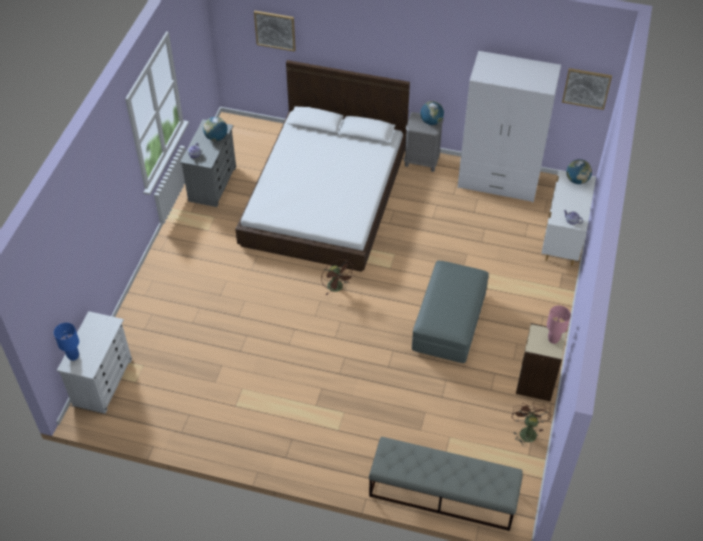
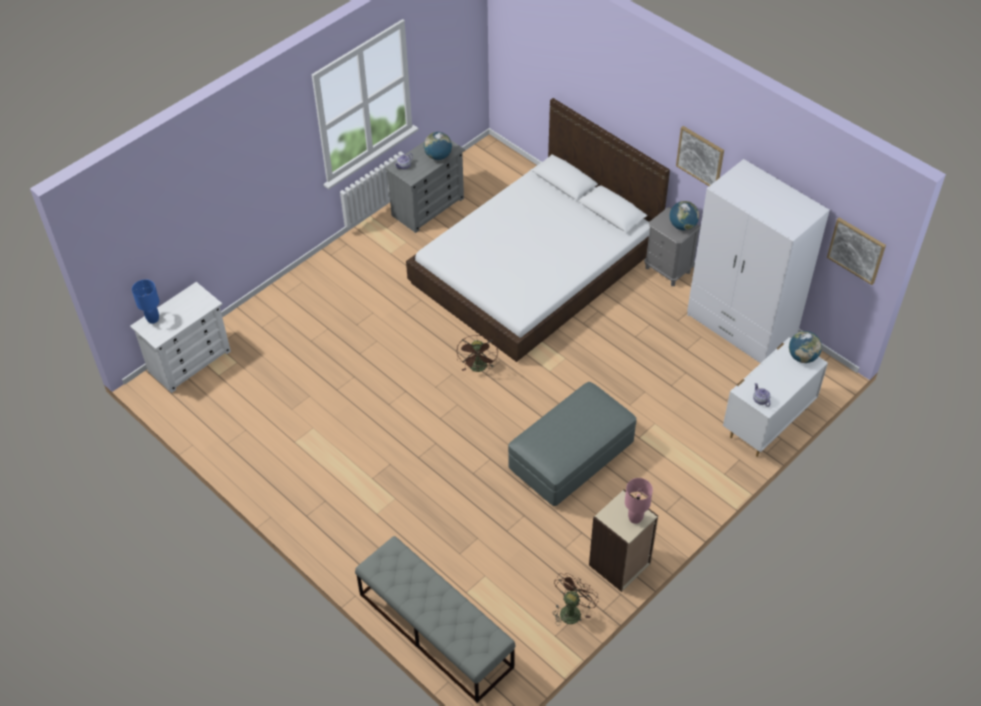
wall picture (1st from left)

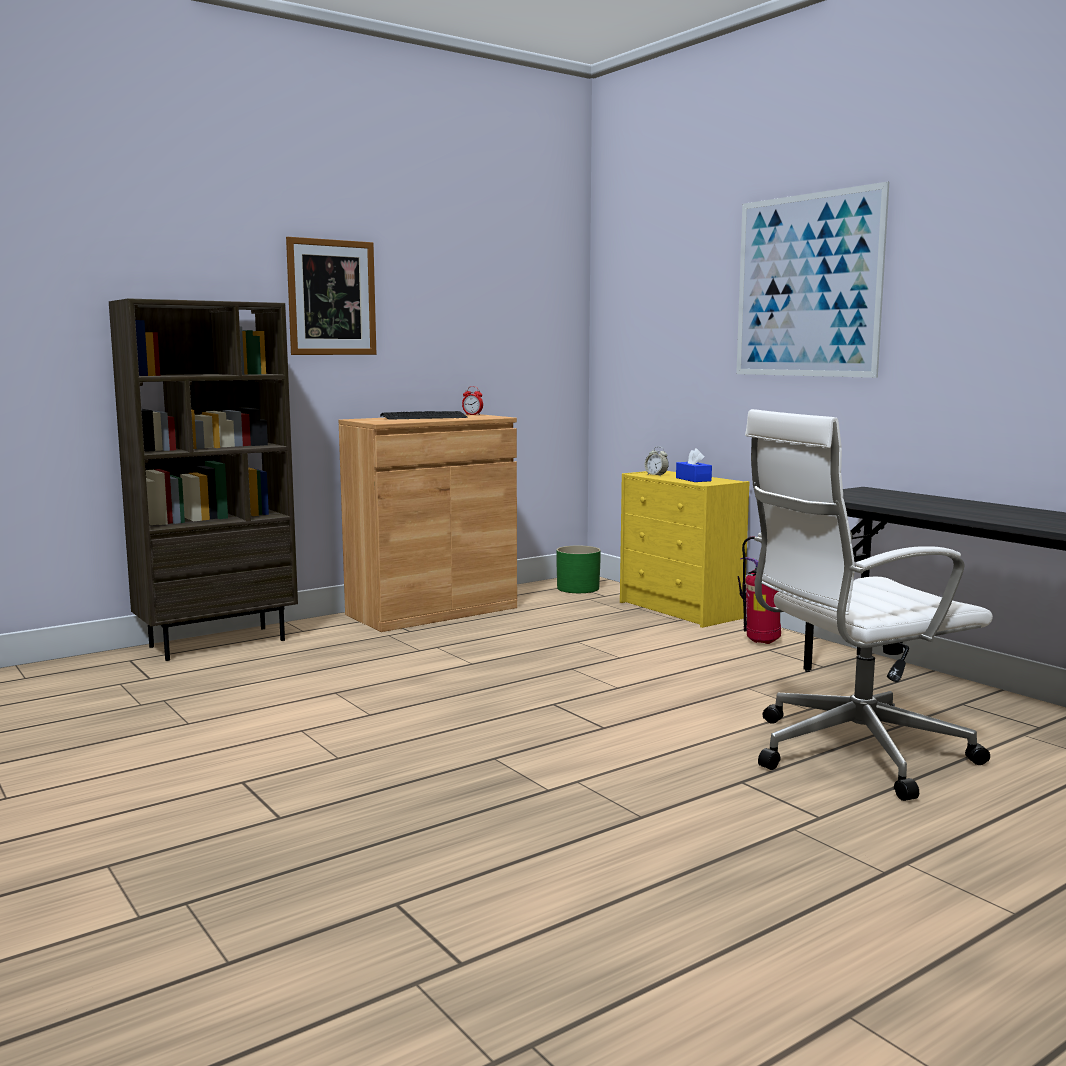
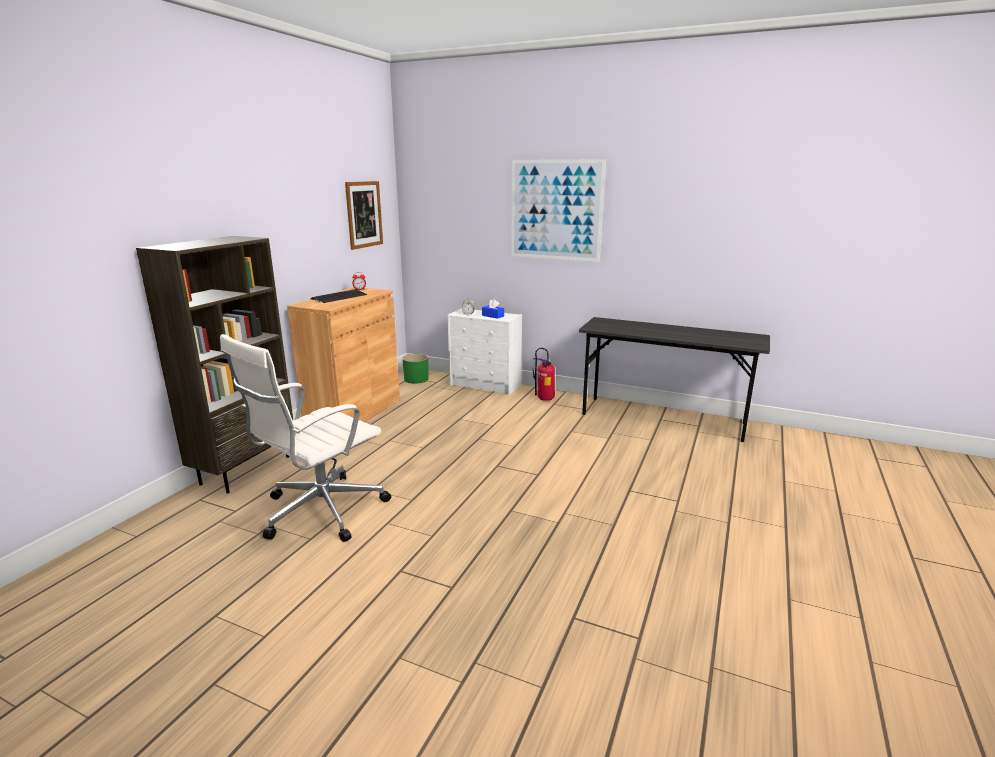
wall picture (1st from left)
white chest of drawers
white computer chair

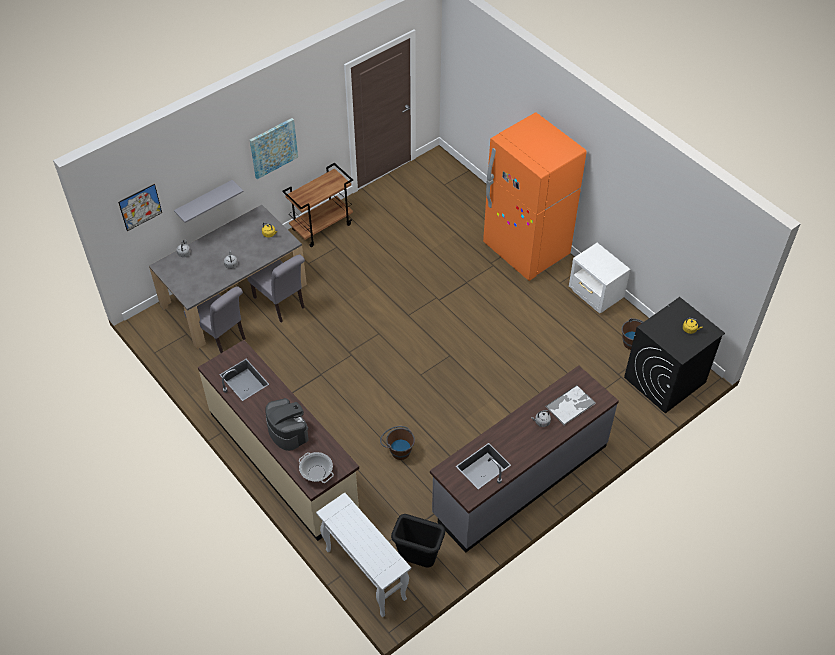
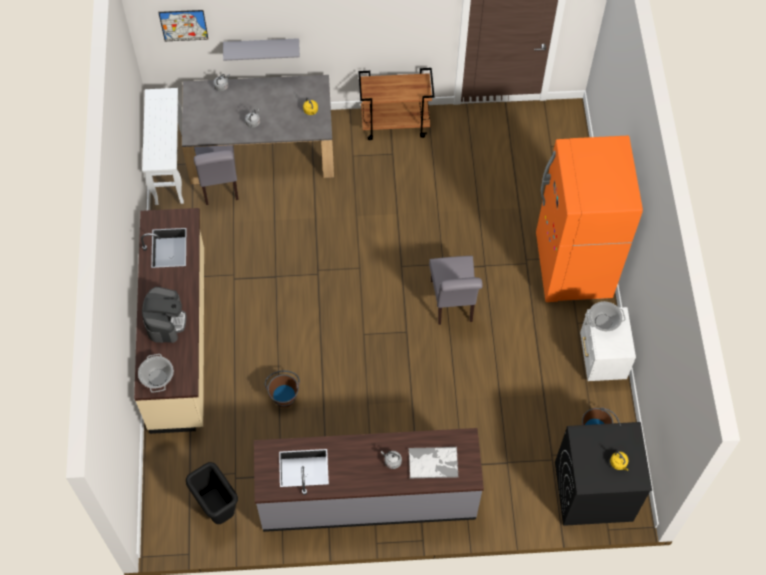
gray upright chair (2nd from left)
wall picture (2nd from left in the first image)
white hall table
cooking pot (2nd from left)

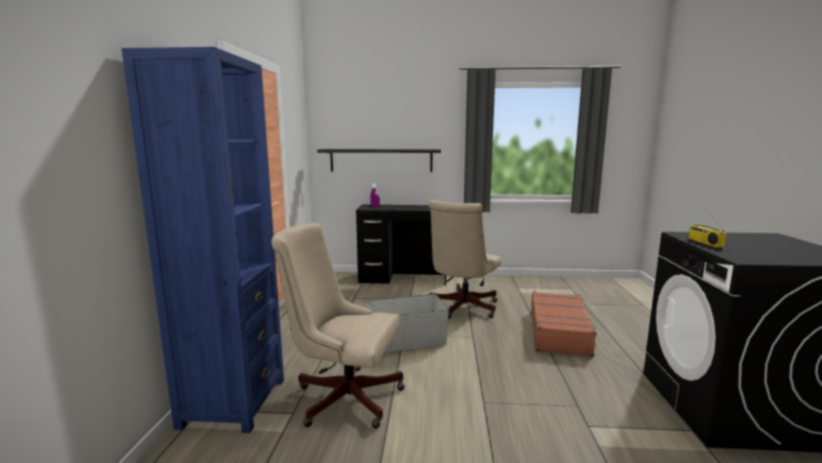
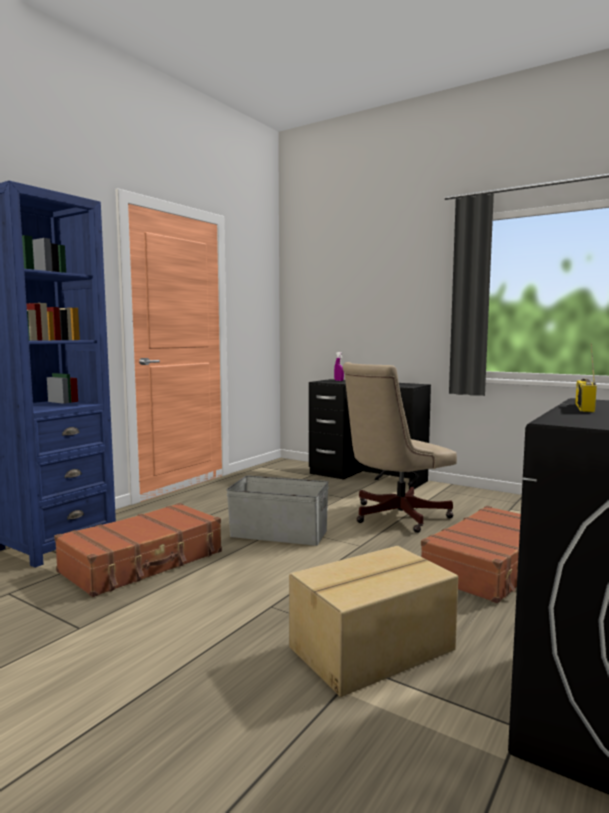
brown piece of luggage (1st from left)
bracket shelf
carton

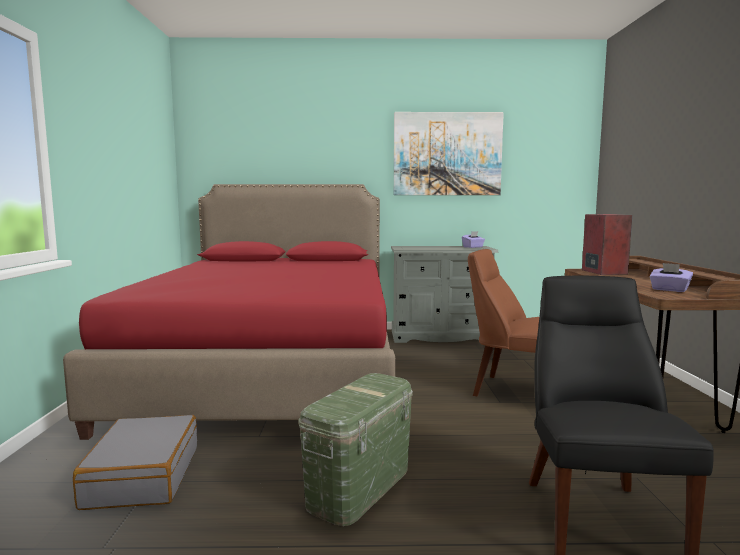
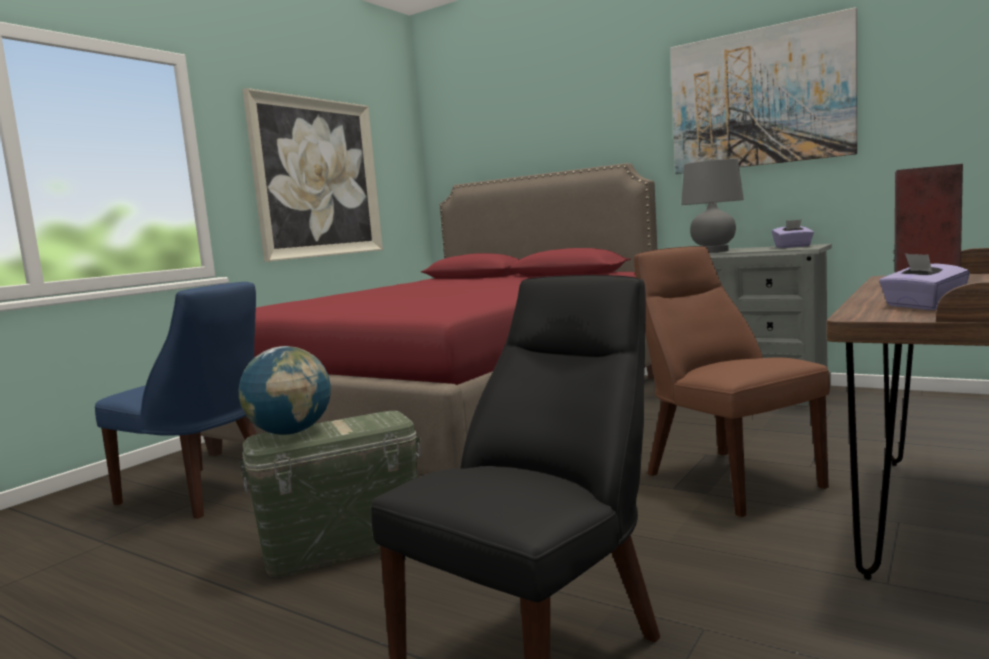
blue upright chair
desk globe
wall picture (1st from left)
gray lamp for a table

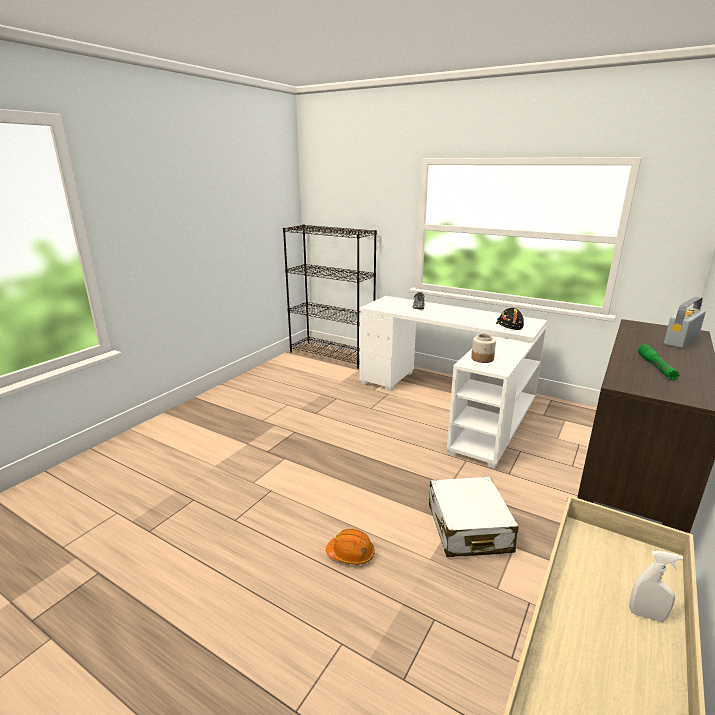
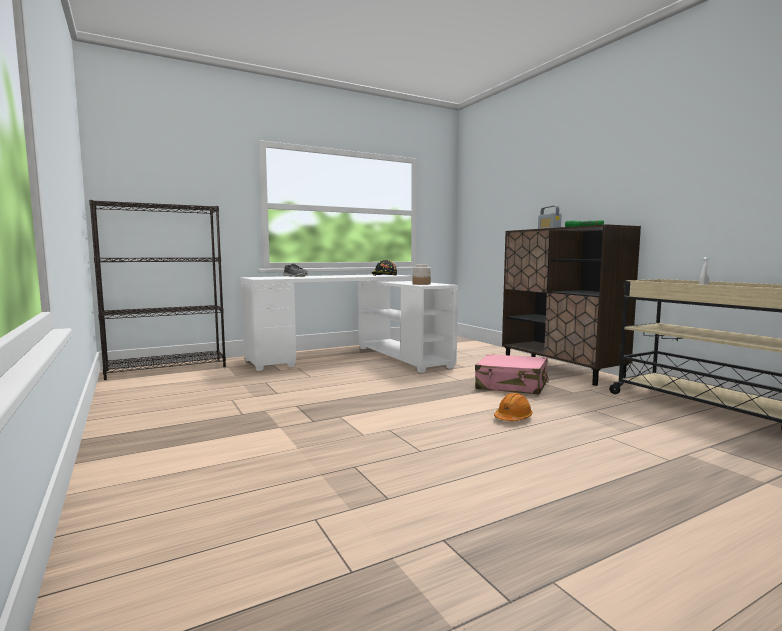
pinkish piece of luggage

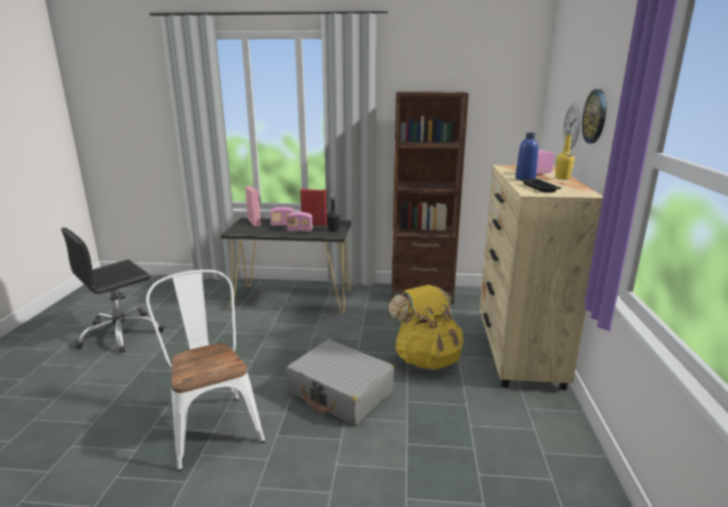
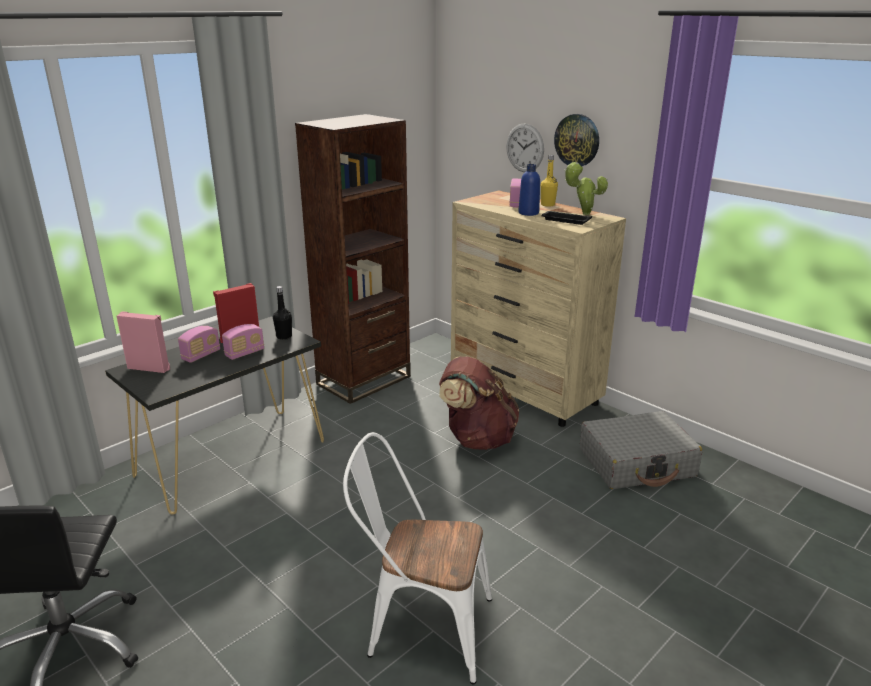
gray piece of luggage
brown backpack
plant in a pot

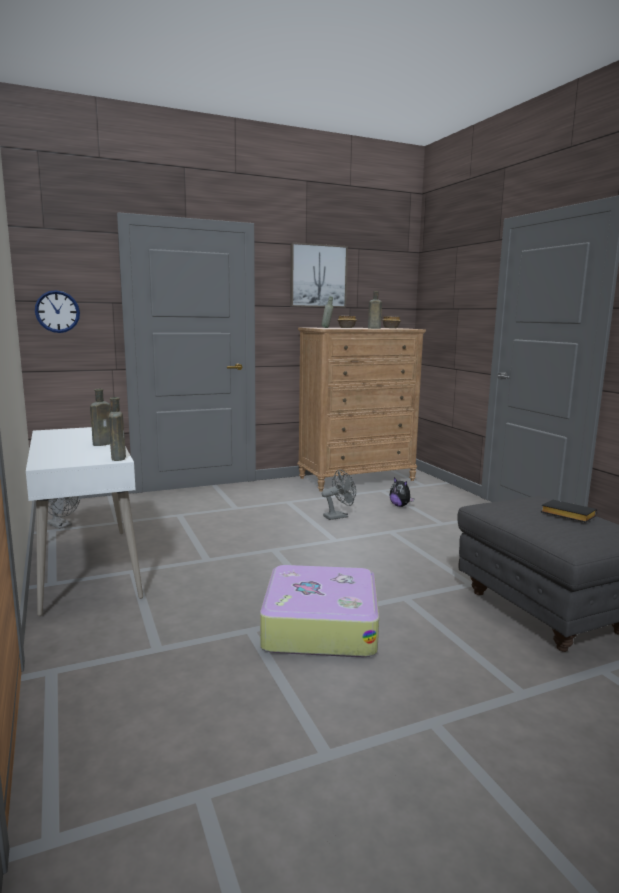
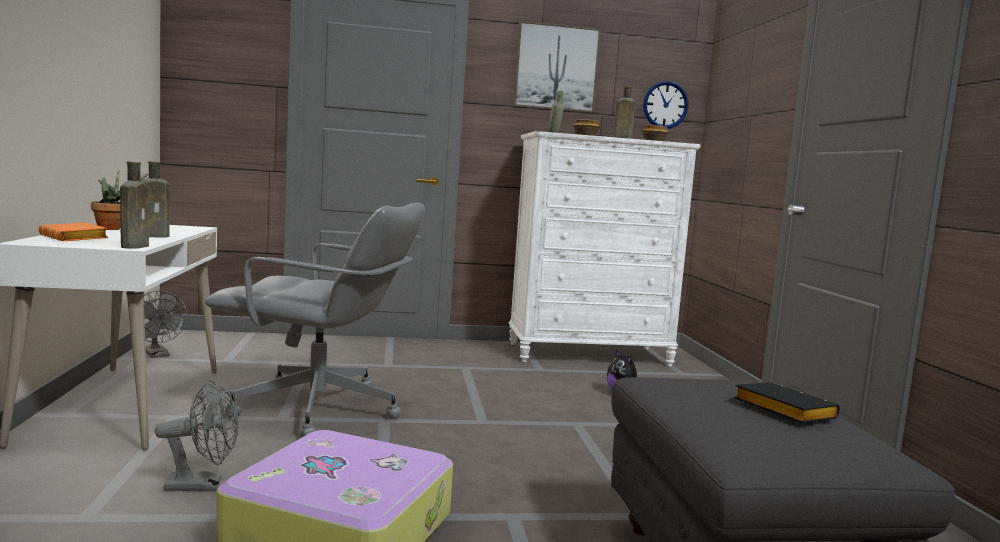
wall clock
white chest of drawers
gray electric fan (2nd from left)
orange book
plant in a pot
gray computer chair

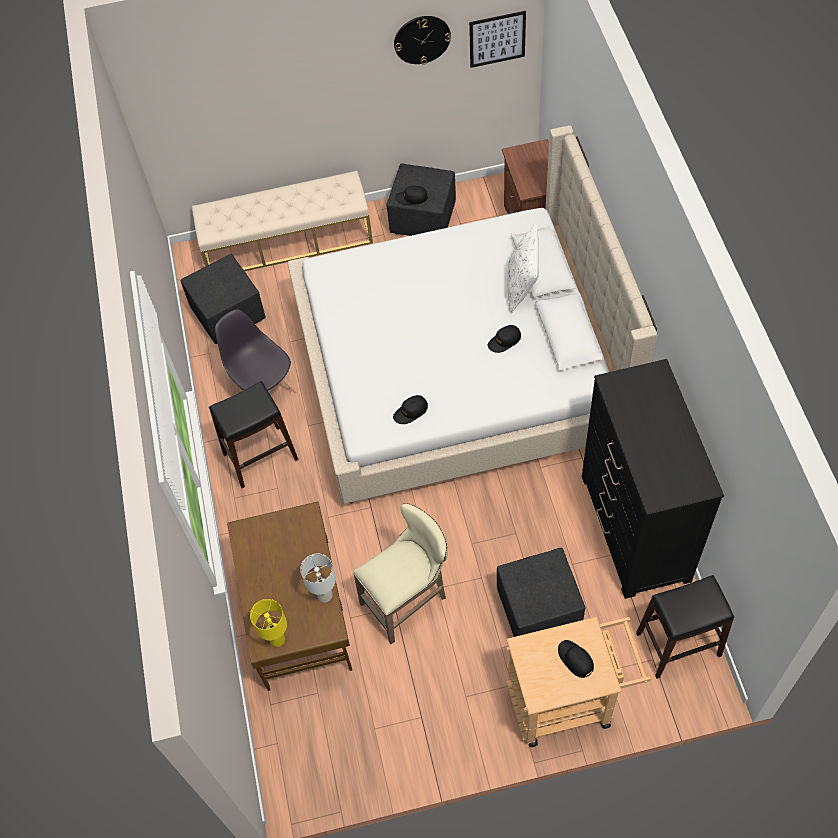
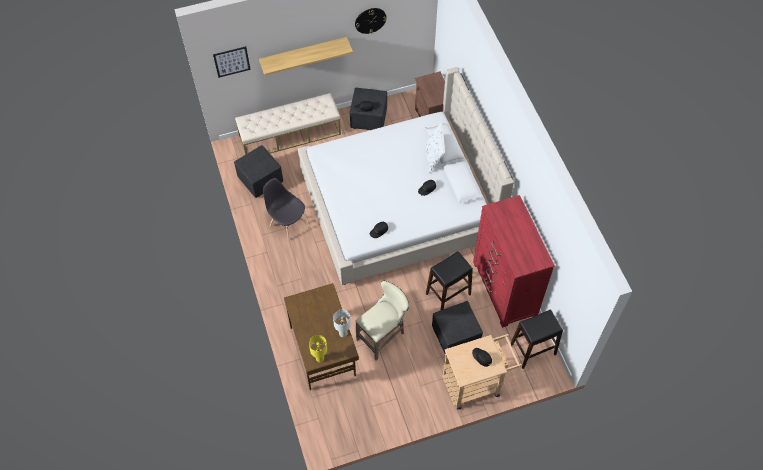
blackish stool (1st from left)
wall picture
red chest of drawers
bracket shelf

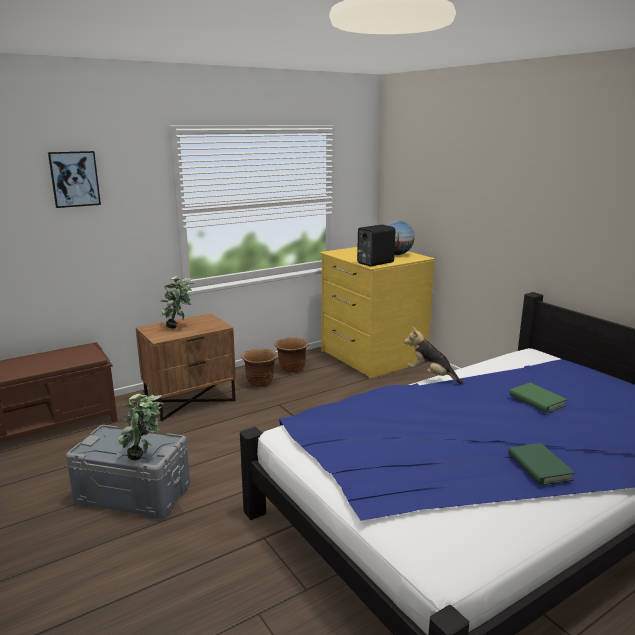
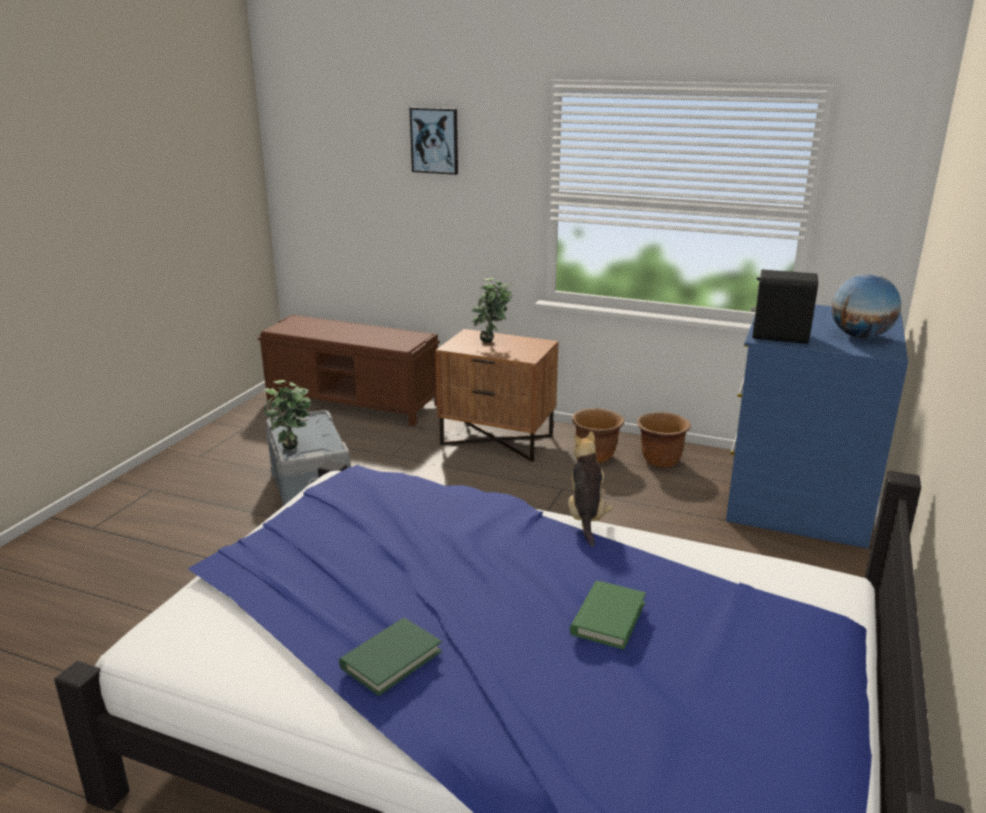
blue chest of drawers

